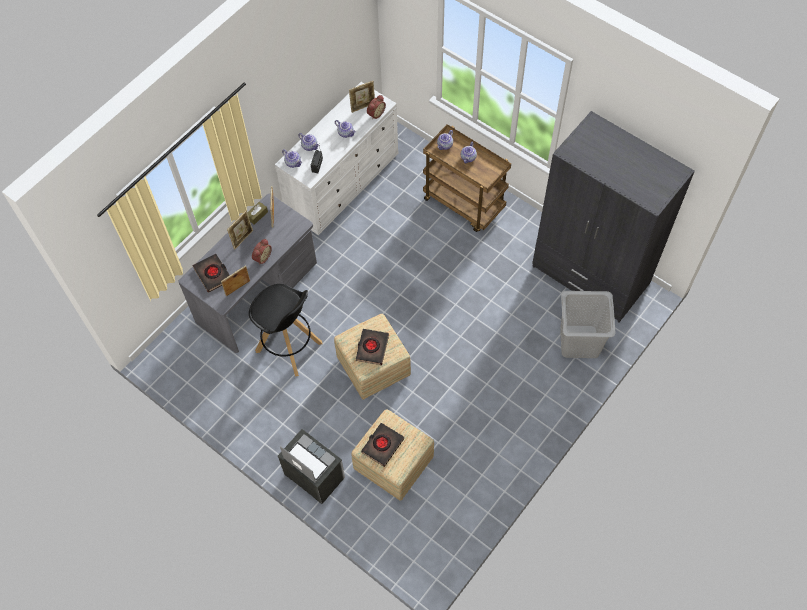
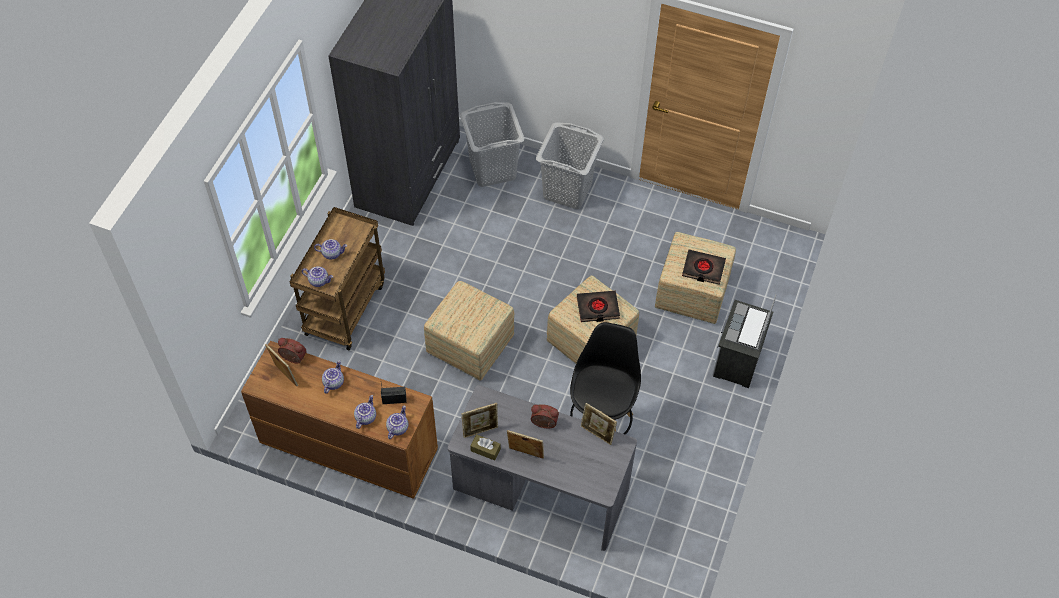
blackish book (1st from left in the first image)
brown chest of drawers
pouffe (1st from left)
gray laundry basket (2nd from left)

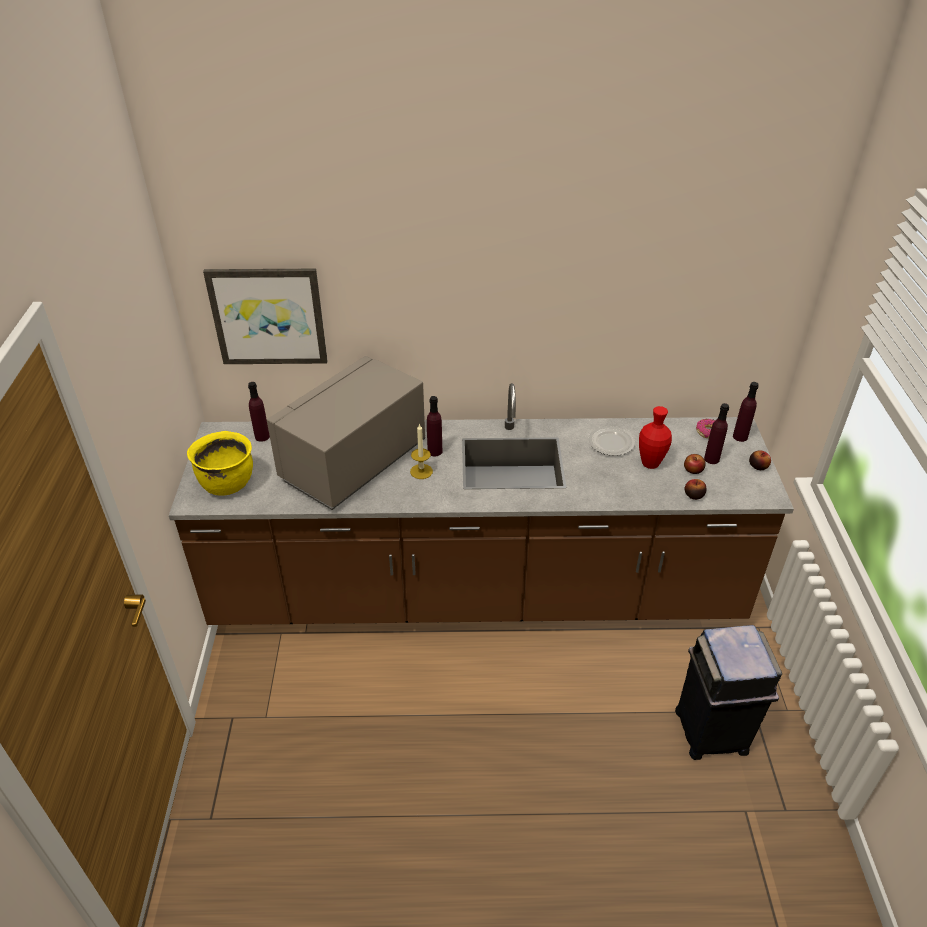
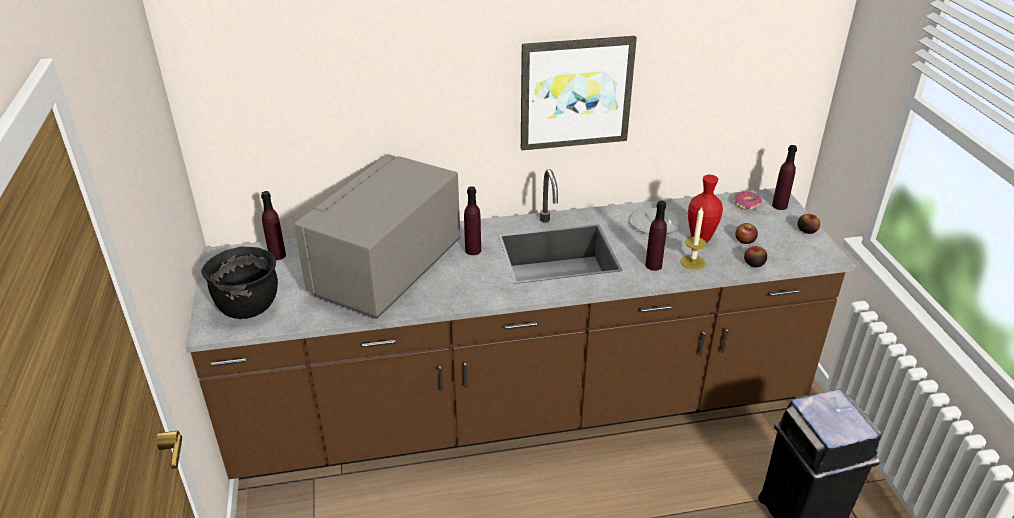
blackish cooking pot
wall picture
wax candle
purplish drink bottle (3rd from left)

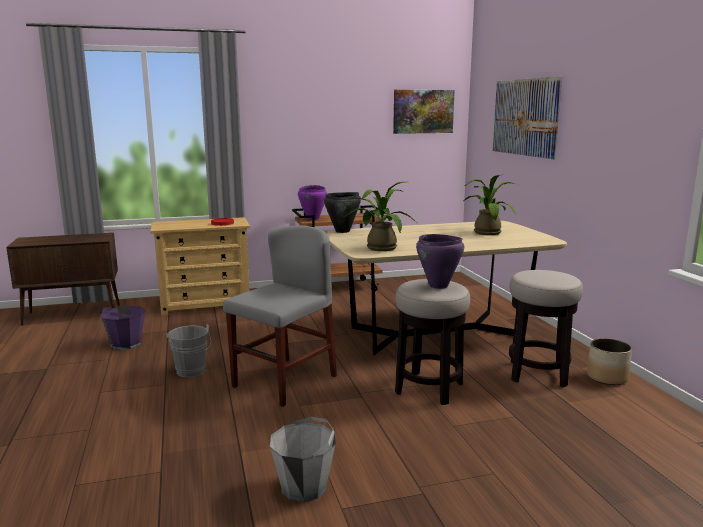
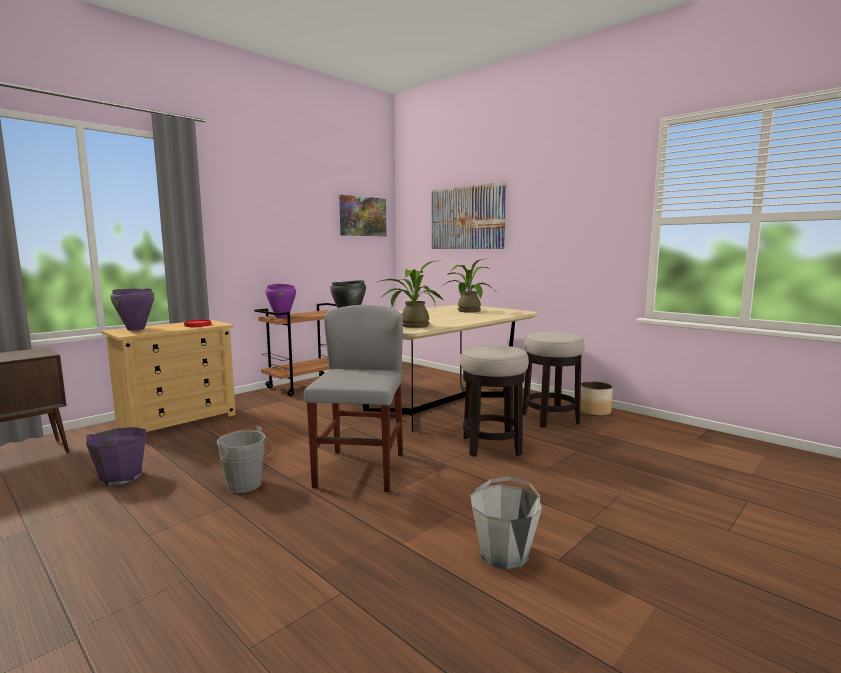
purplish cooking pot (1st from left)

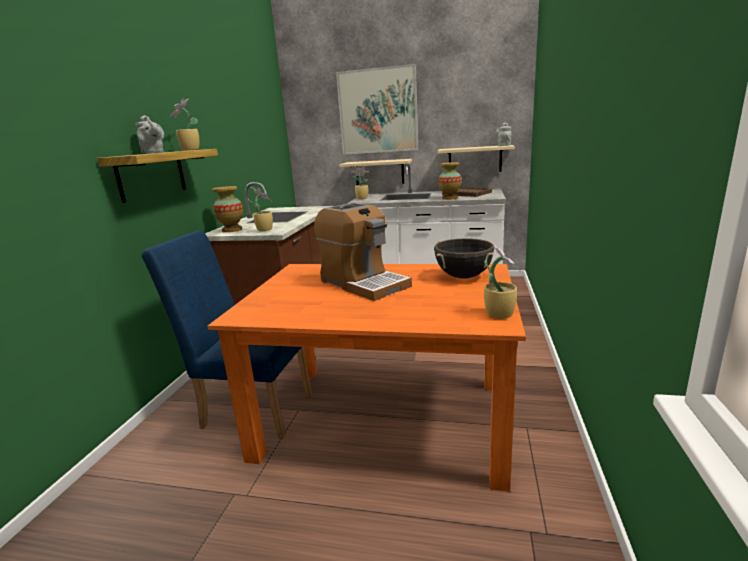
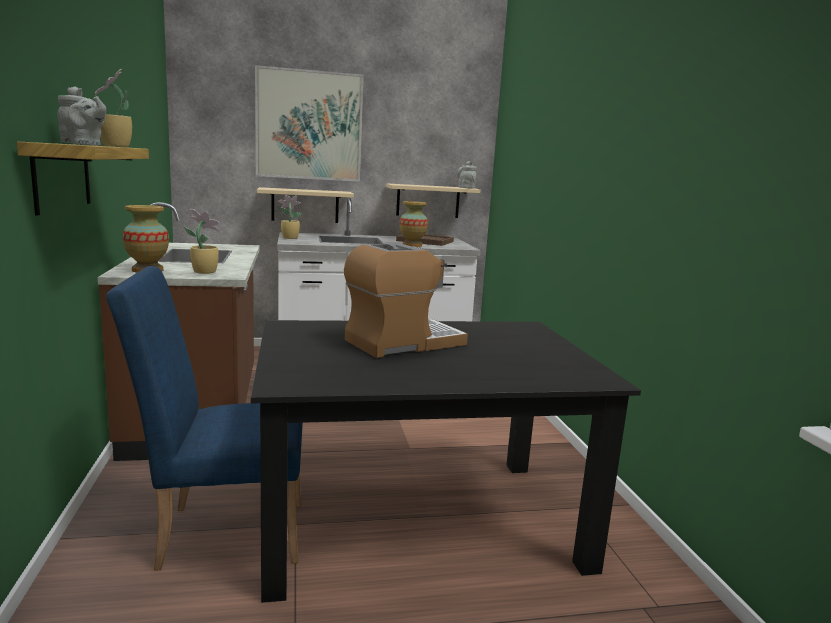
blackish dining table
coffee machine
blackish cooking pot
plant in a pot (4th from left in the first image)

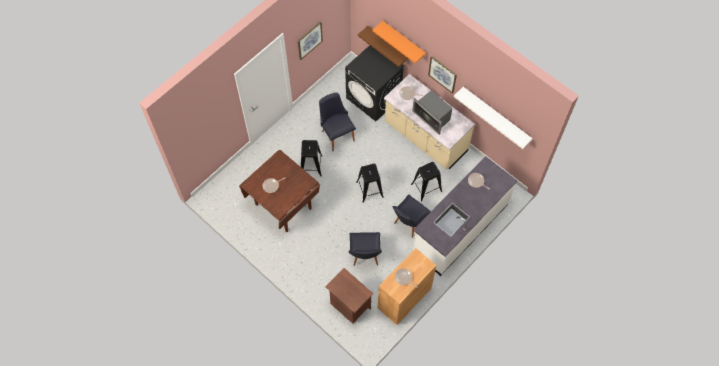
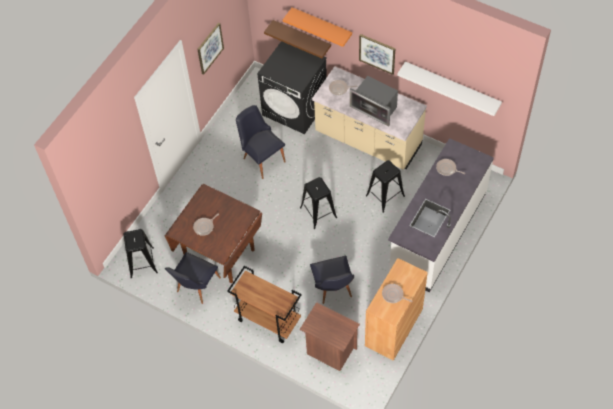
blackish stool (1st from left)
blackish upright chair (1st from left)
brown wheeled cart

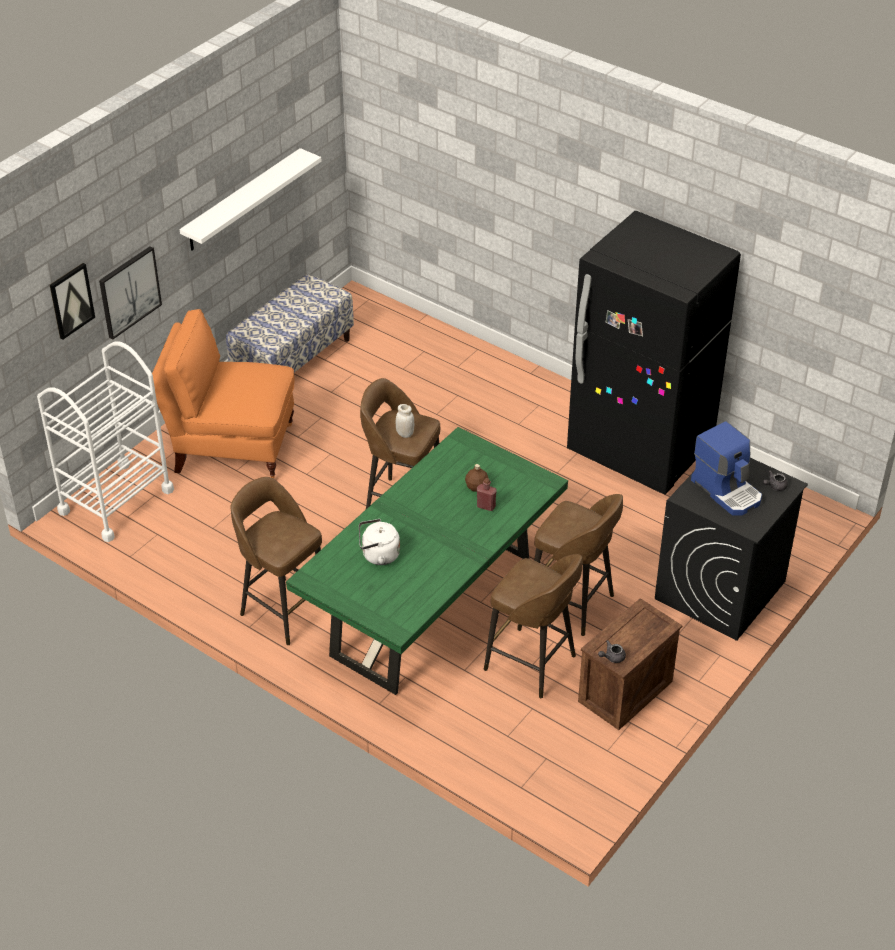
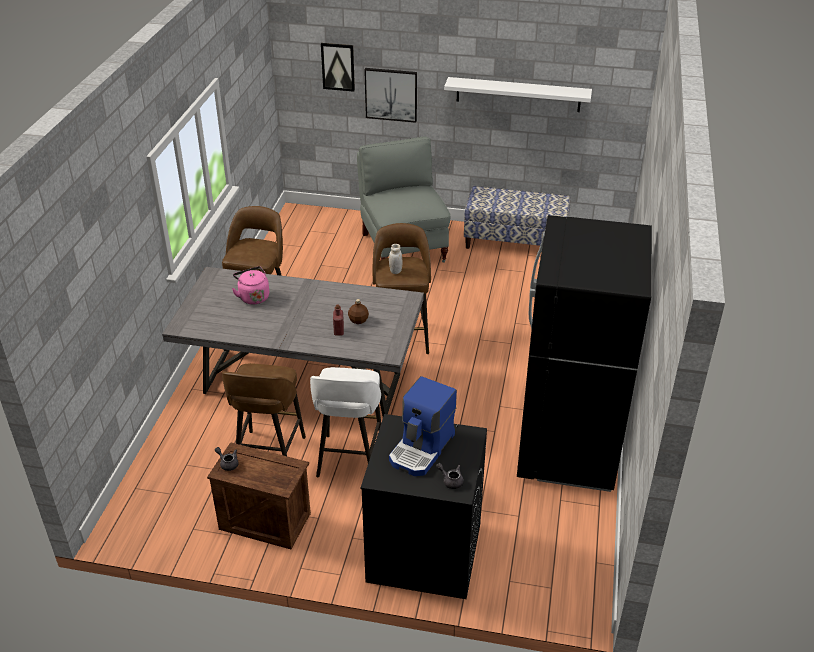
white wheeled cart
gray upright chair
gray dining table
pinkish water kettle
white stool

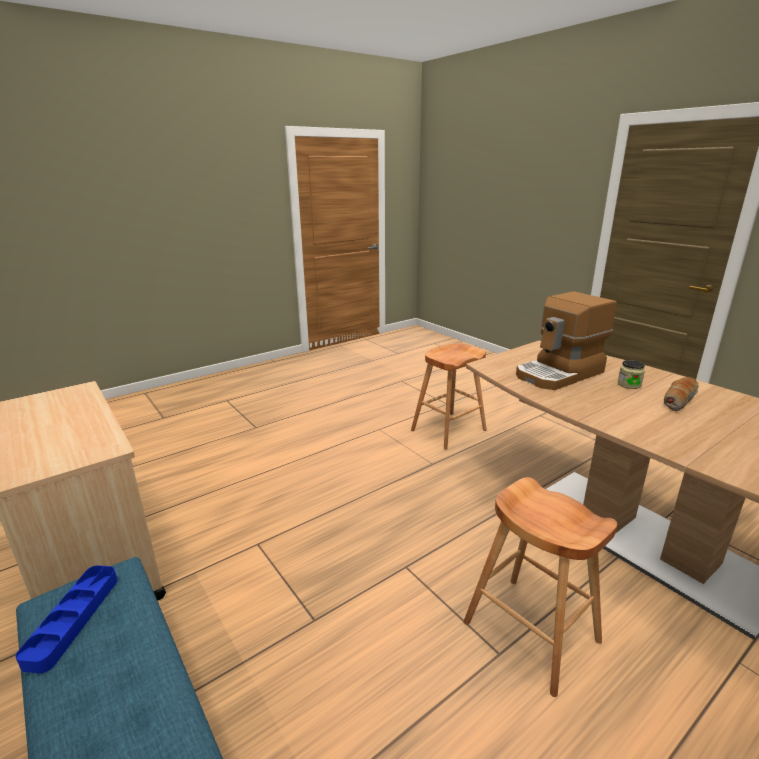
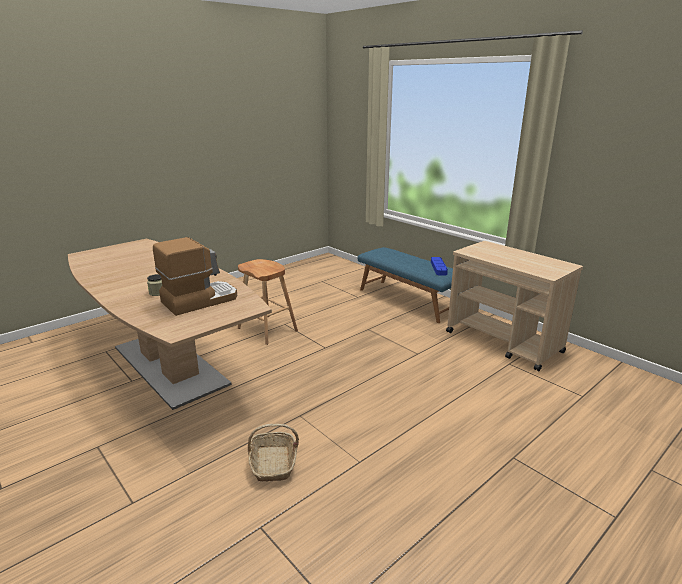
storage basket
bread

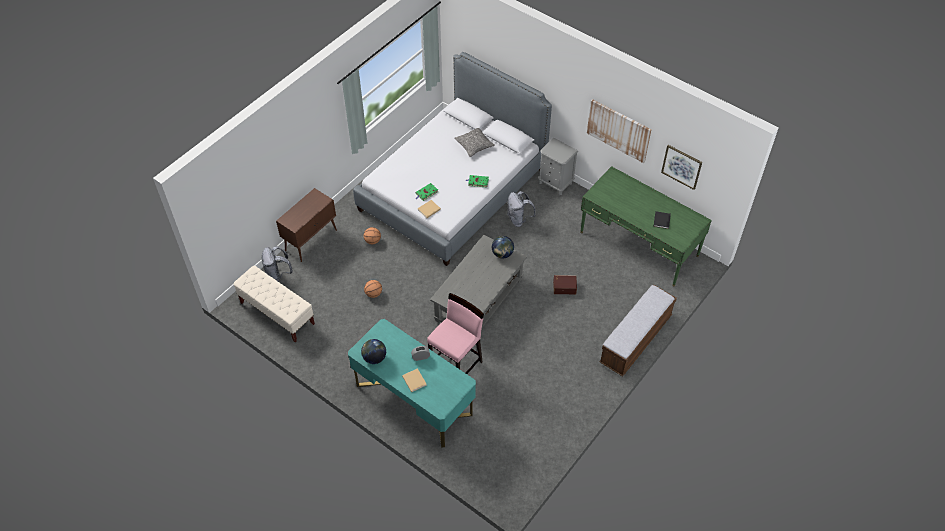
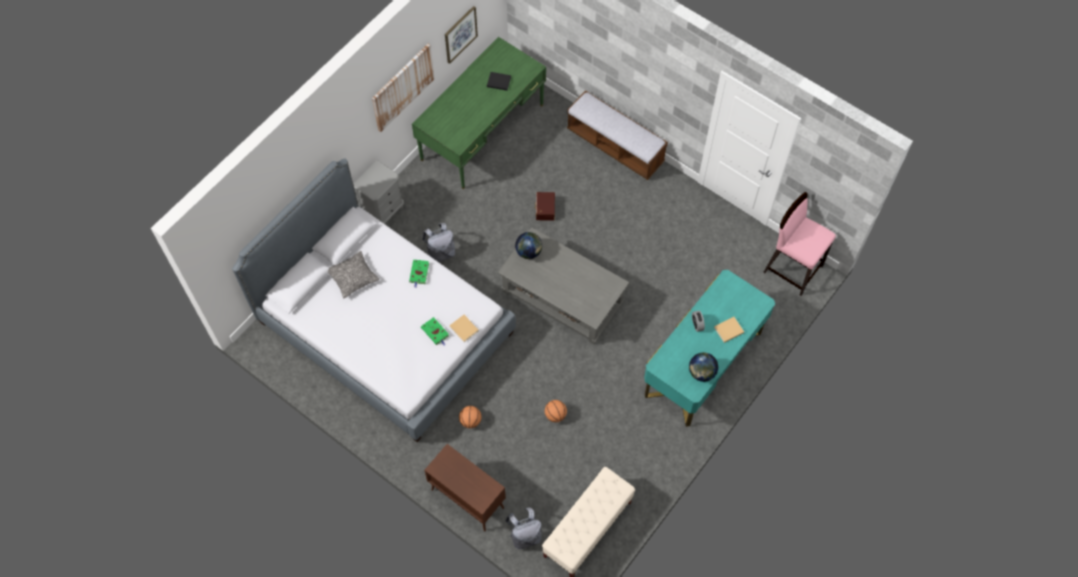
pinkish stool

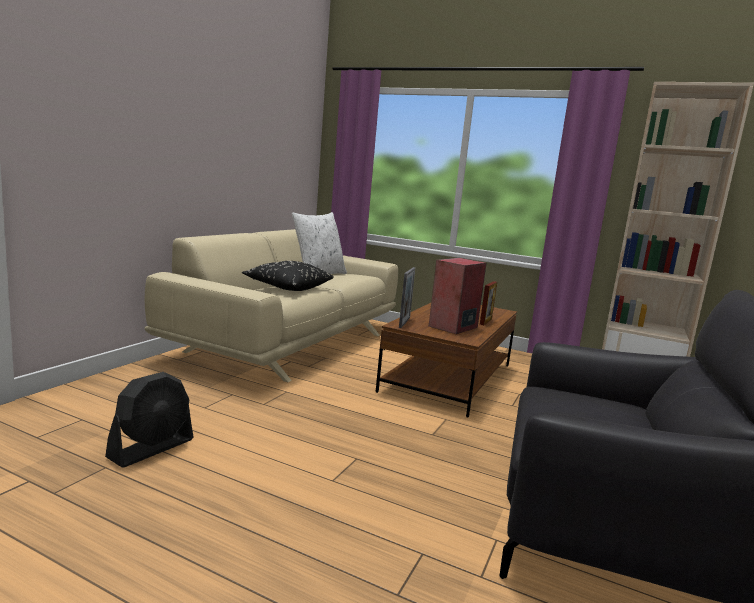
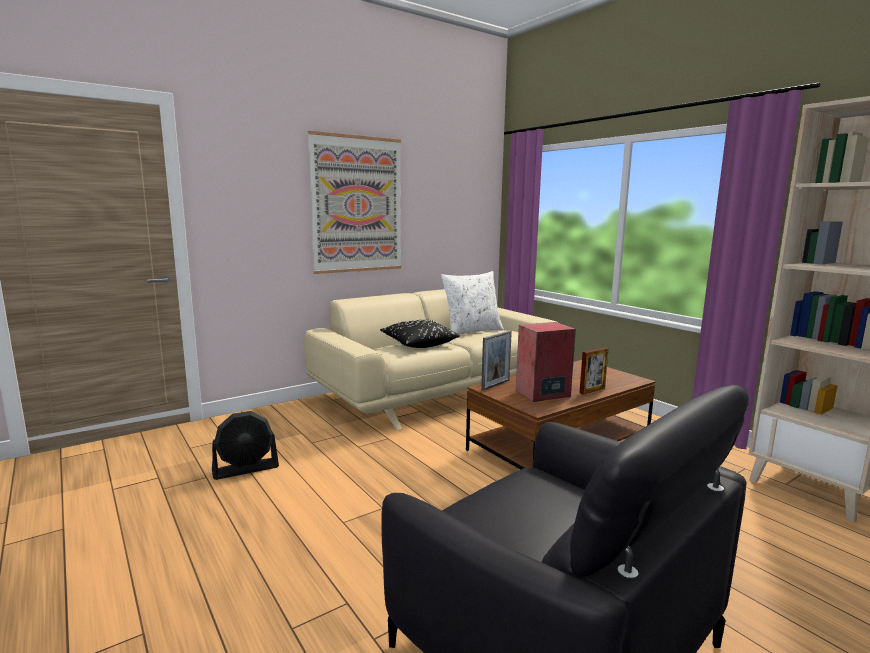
wall picture

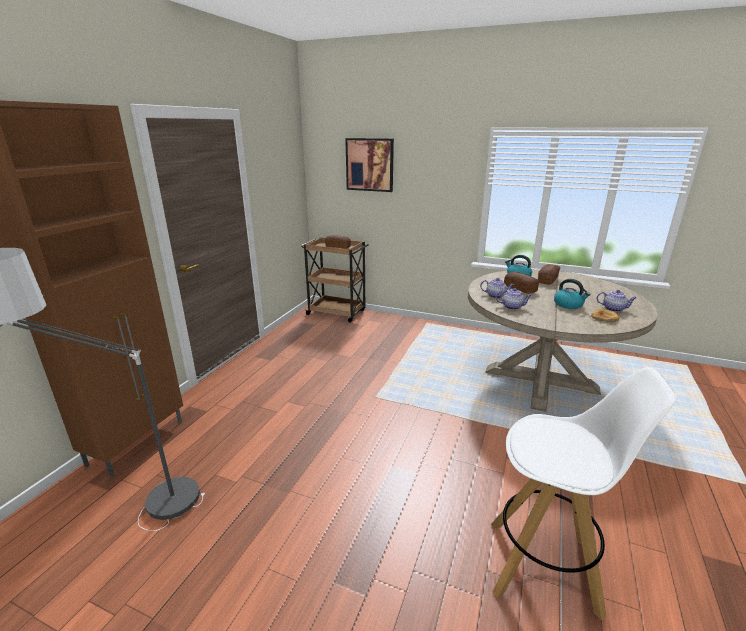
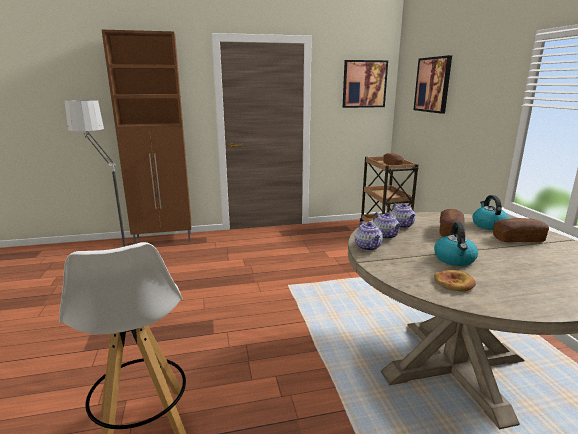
teapot (1st from left)
wall picture (1st from left)

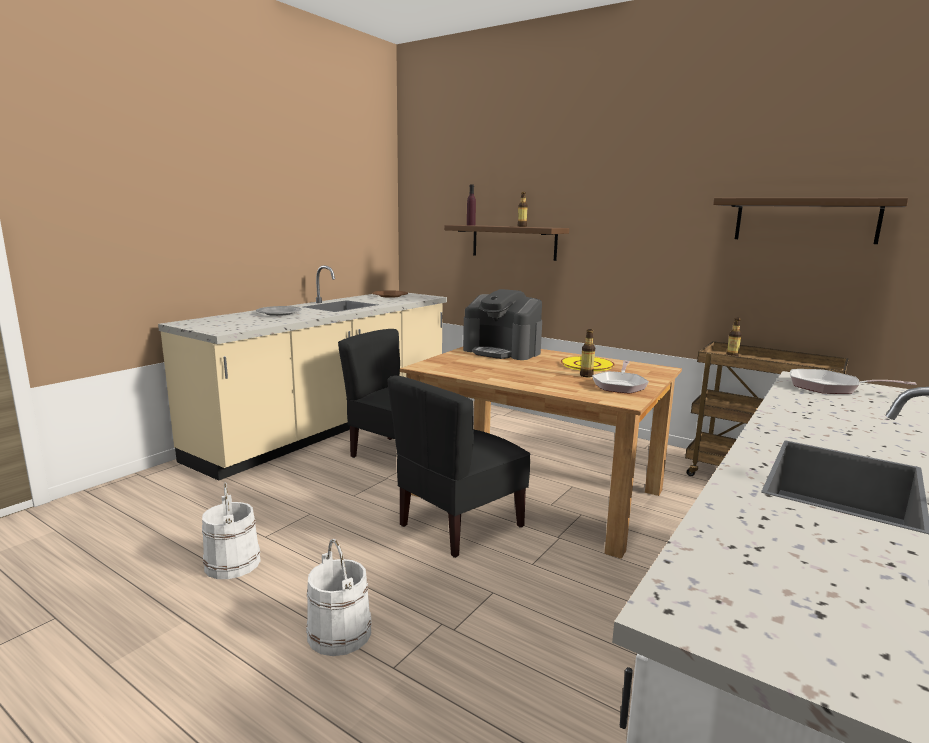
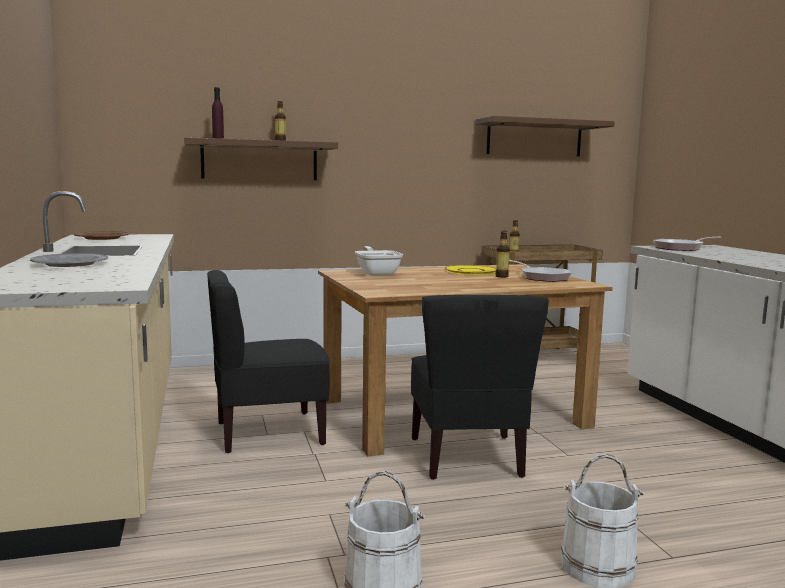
frying pan (1st from left)

